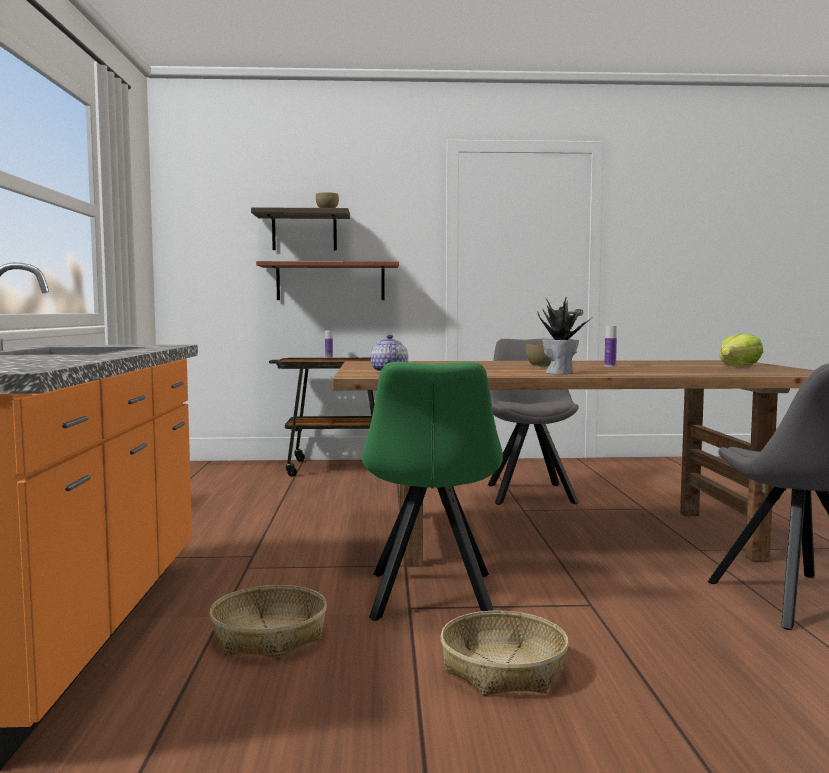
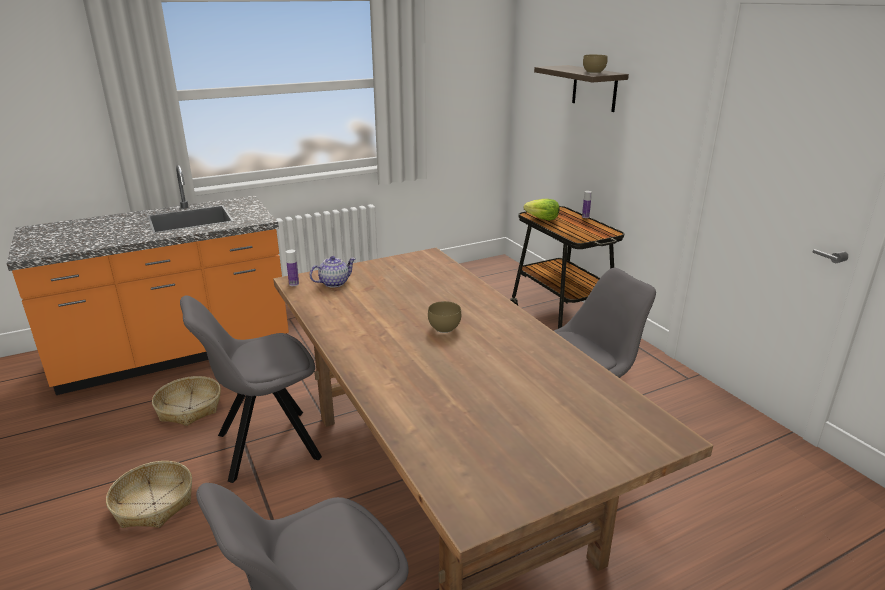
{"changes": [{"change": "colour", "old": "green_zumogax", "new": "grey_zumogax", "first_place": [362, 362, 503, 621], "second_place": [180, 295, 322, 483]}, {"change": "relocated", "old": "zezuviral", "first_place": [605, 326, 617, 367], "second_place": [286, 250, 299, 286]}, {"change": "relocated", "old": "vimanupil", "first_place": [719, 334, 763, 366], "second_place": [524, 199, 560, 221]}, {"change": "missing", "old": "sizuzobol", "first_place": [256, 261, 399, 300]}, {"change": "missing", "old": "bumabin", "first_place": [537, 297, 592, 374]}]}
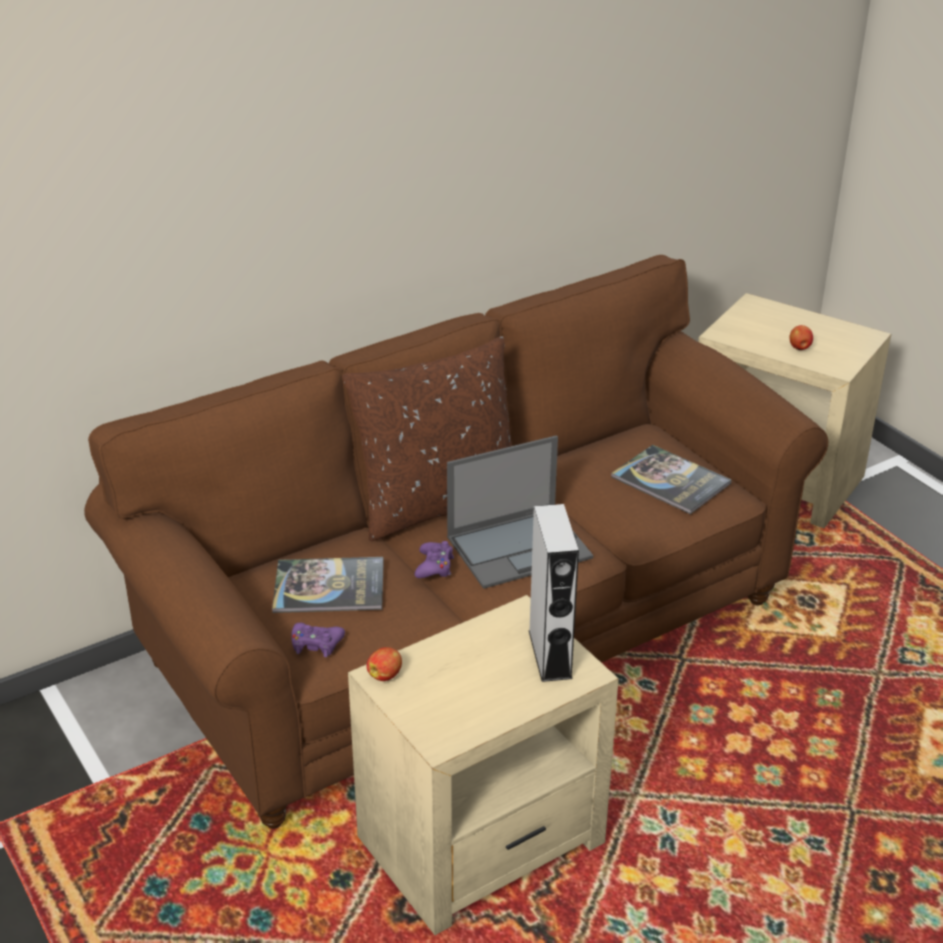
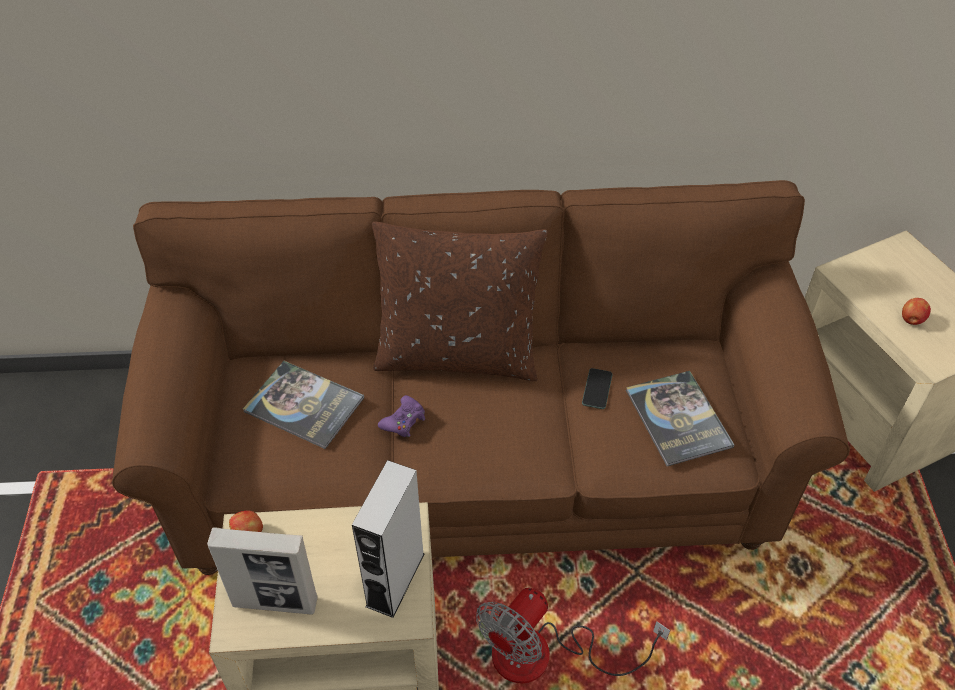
{"changes": [{"change": "appeared", "new": "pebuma", "second_place": [207, 527, 318, 615]}, {"change": "appeared", "new": "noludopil", "second_place": [476, 588, 670, 683]}, {"change": "appeared", "new": "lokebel", "second_place": [582, 368, 613, 409]}, {"change": "missing", "old": "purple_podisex", "first_place": [291, 623, 345, 657]}, {"change": "missing", "old": "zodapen", "first_place": [447, 435, 593, 589]}]}
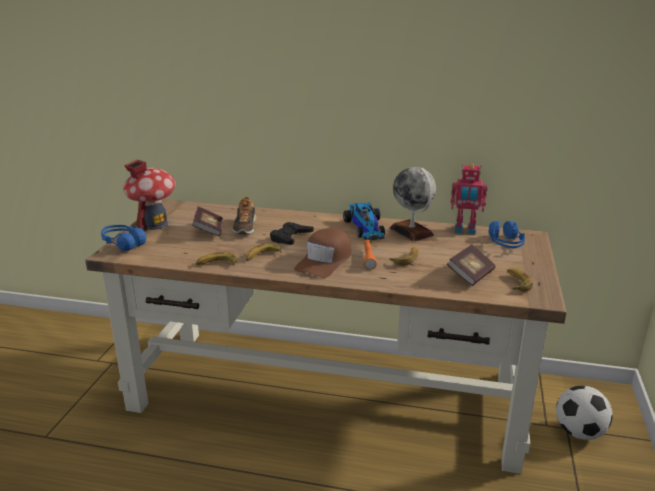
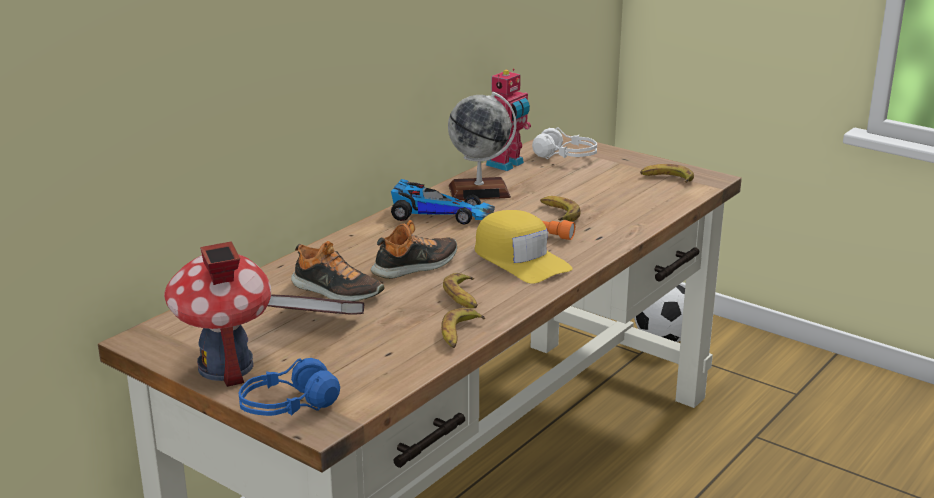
{"changes": [{"change": "exchanged", "old": "black_podisex", "new": "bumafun", "first_place": [270, 222, 314, 245], "second_place": [371, 220, 457, 279]}, {"change": "colour", "old": "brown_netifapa", "new": "yellow_netifapa", "first_place": [294, 228, 351, 278], "second_place": [475, 210, 573, 284]}, {"change": "colour", "old": "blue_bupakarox", "new": "white_bupakarox", "first_place": [488, 221, 525, 248], "second_place": [532, 127, 597, 159]}, {"change": "missing", "old": "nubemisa", "first_place": [447, 245, 496, 286]}]}
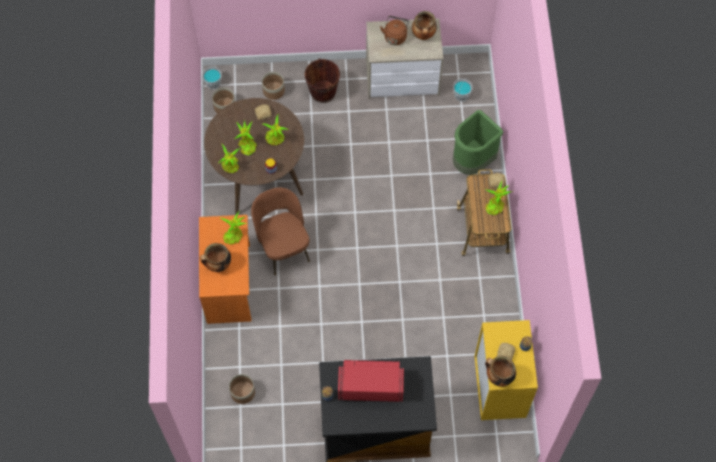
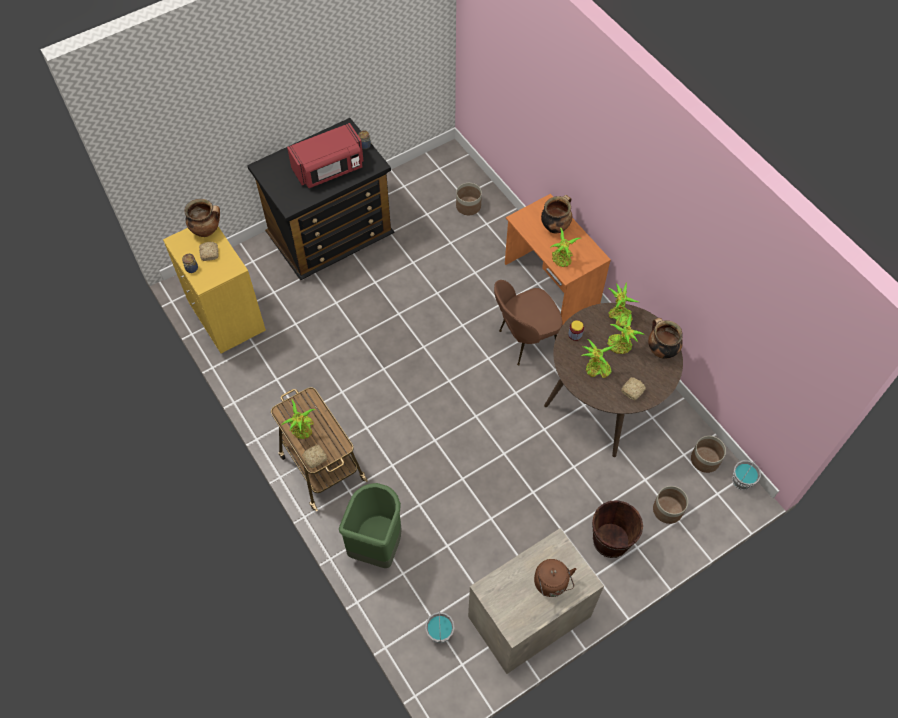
{"changes": [{"change": "spun", "old": "brown_zumogax", "first_place": [251, 187, 310, 275], "second_place": [494, 280, 563, 365], "degrees": 120}, {"change": "relocated", "old": "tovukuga", "first_place": [412, 11, 437, 40], "second_place": [648, 318, 683, 359]}]}
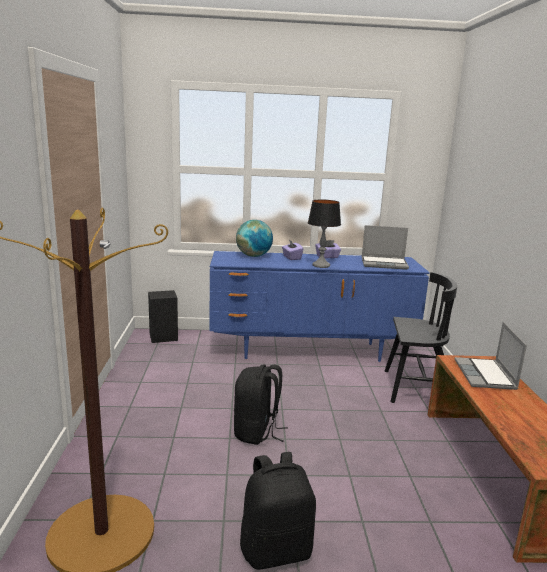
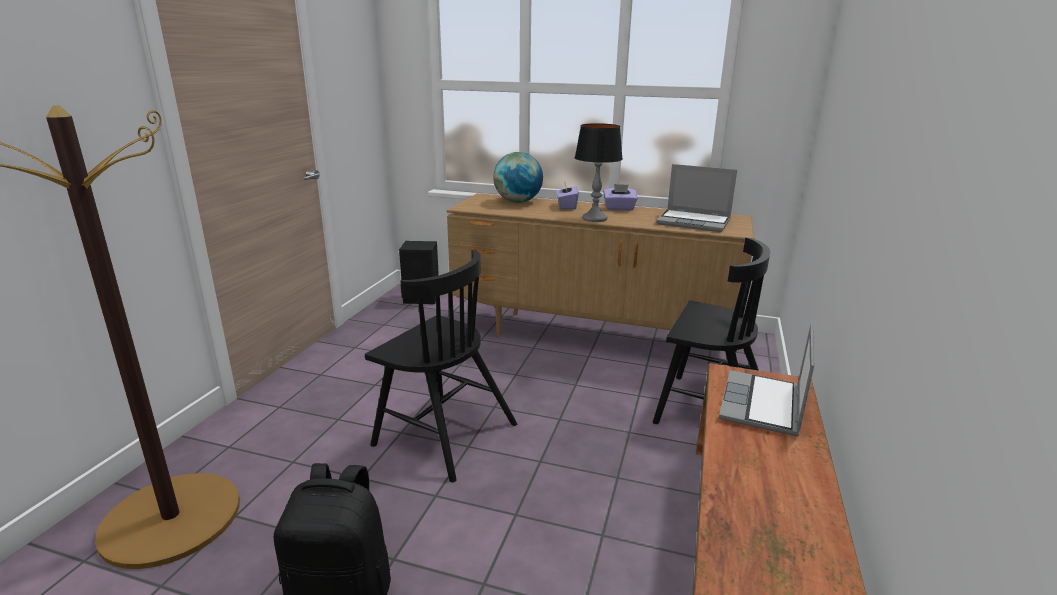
{"changes": [{"change": "exchanged", "old": "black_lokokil", "new": "black_zumogax", "first_place": [234, 365, 288, 445], "second_place": [365, 249, 517, 483]}, {"change": "colour", "old": "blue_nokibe", "new": "brown_nokibe", "first_place": [210, 251, 430, 362], "second_place": [447, 193, 754, 336]}]}
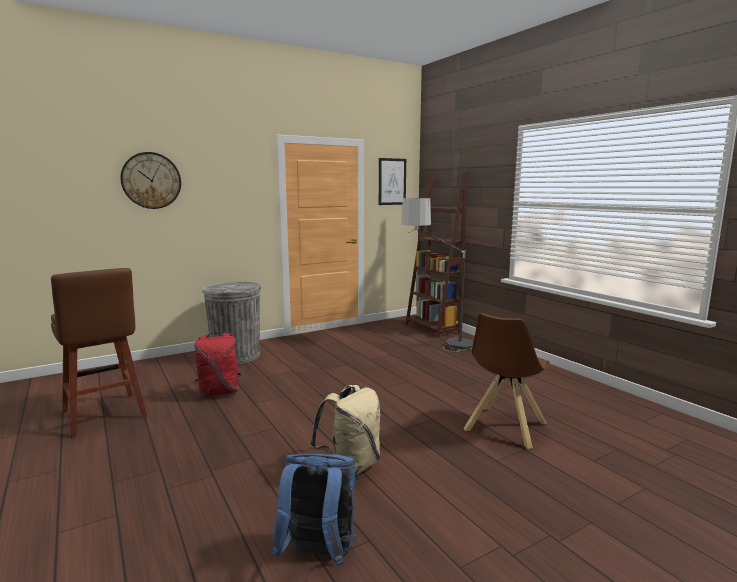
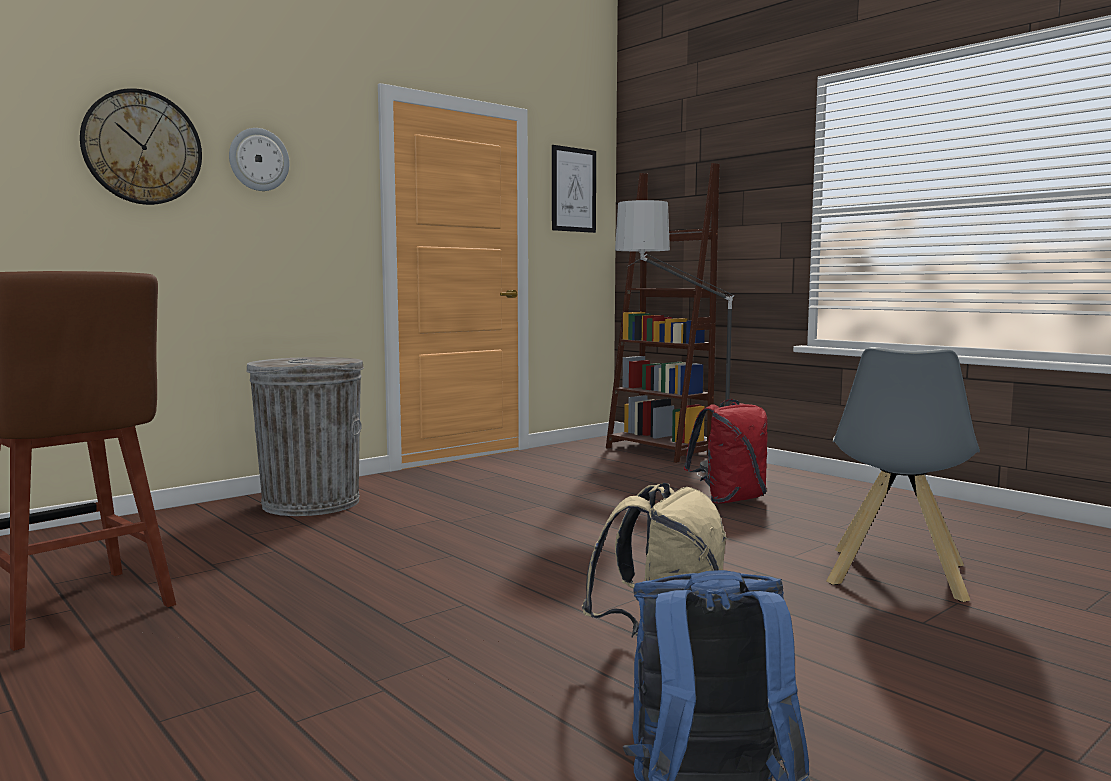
{"changes": [{"change": "appeared", "new": "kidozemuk", "second_place": [229, 128, 289, 191]}, {"change": "relocated", "old": "red_lokokil", "first_place": [194, 332, 241, 397], "second_place": [684, 399, 768, 504]}, {"change": "colour", "old": "brown_zumogax", "new": "grey_zumogax", "first_place": [463, 313, 550, 449], "second_place": [827, 347, 980, 602]}]}
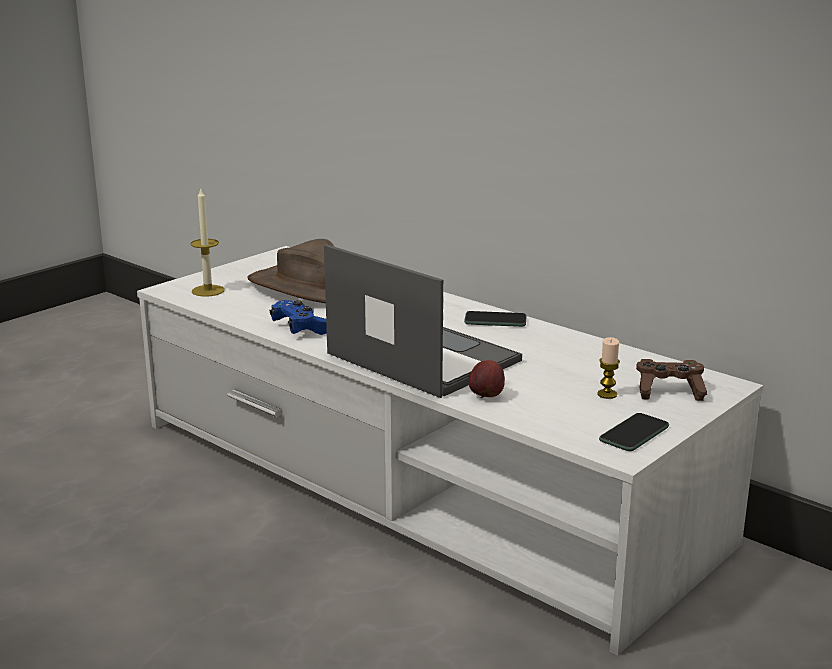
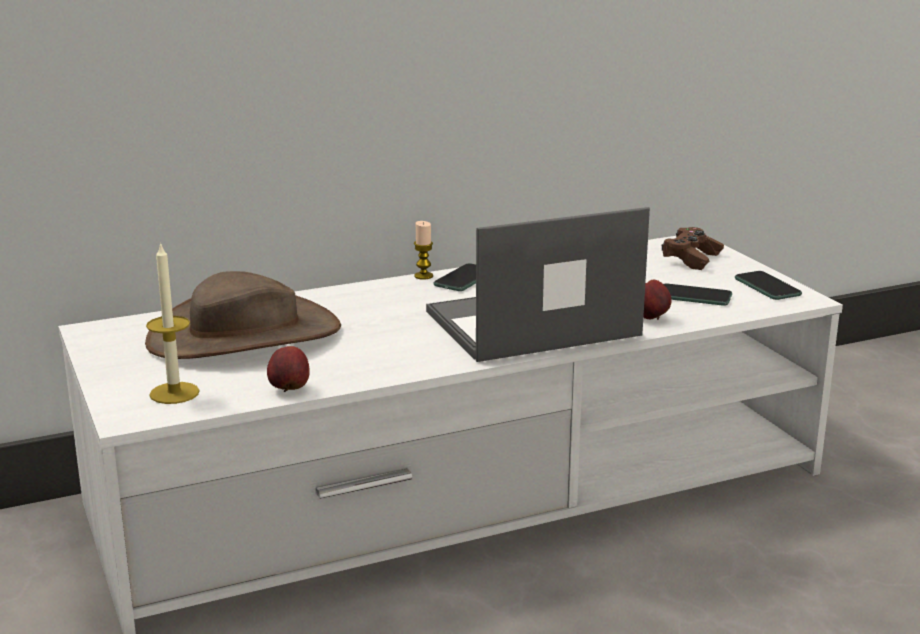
{"changes": [{"change": "appeared", "new": "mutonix", "second_place": [267, 346, 310, 392]}, {"change": "relocated", "old": "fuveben", "first_place": [597, 337, 620, 399], "second_place": [414, 221, 433, 280]}, {"change": "appeared", "new": "lokebel", "second_place": [664, 284, 732, 306]}, {"change": "missing", "old": "blue_podisex", "first_place": [269, 300, 327, 335]}]}
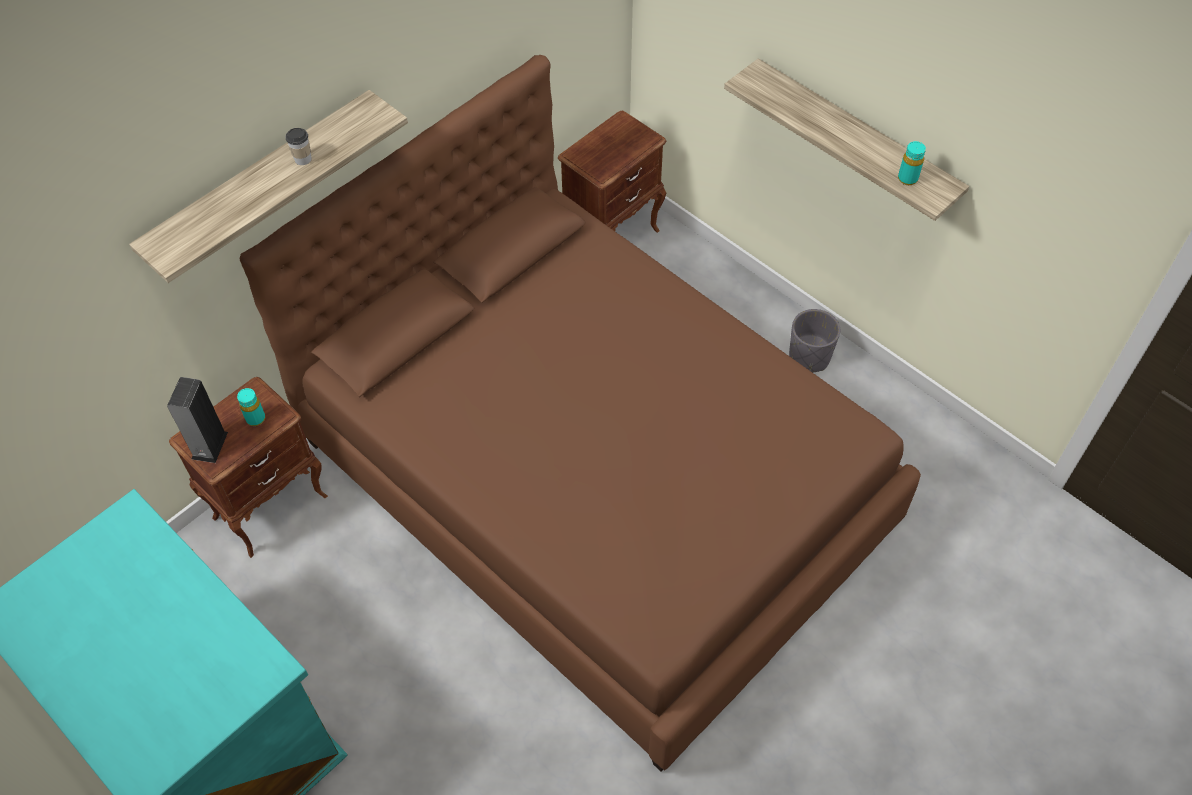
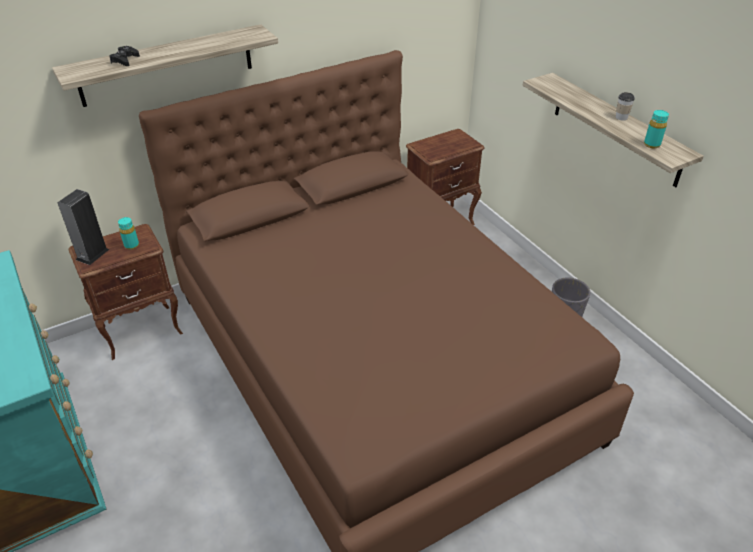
{"changes": [{"change": "appeared", "new": "black_podisex", "second_place": [109, 46, 140, 66]}, {"change": "relocated", "old": "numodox", "first_place": [285, 128, 312, 165], "second_place": [616, 92, 635, 121]}]}
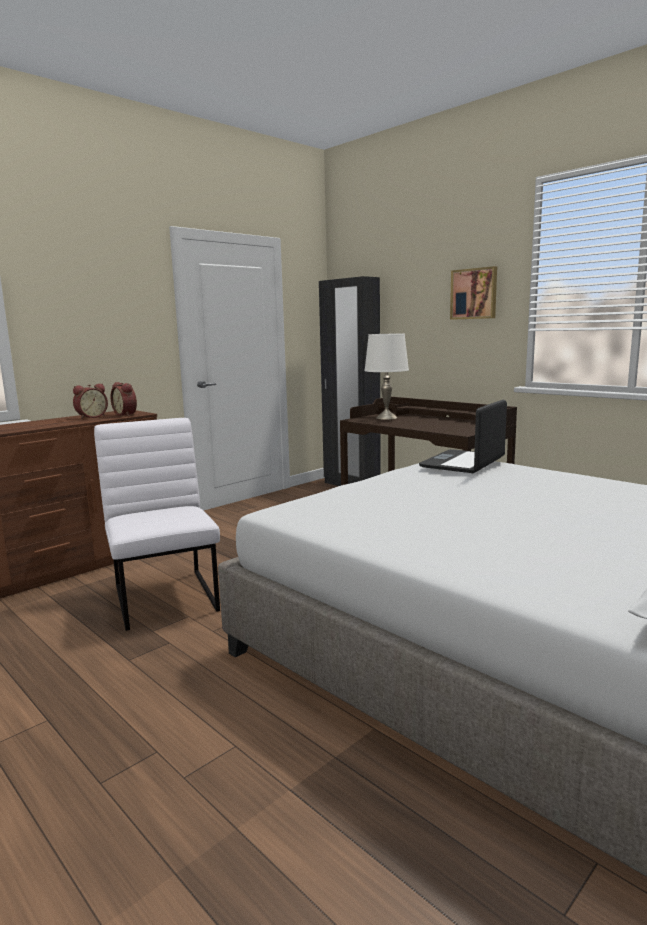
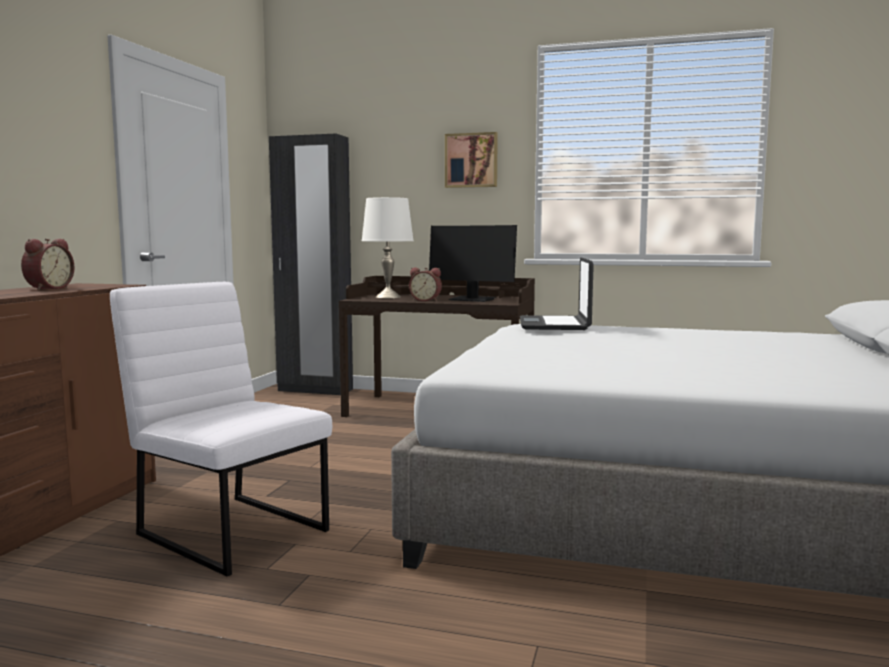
{"changes": [{"change": "relocated", "old": "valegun", "first_place": [111, 382, 137, 416], "second_place": [409, 267, 442, 301]}, {"change": "appeared", "new": "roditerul", "second_place": [429, 225, 517, 302]}]}
